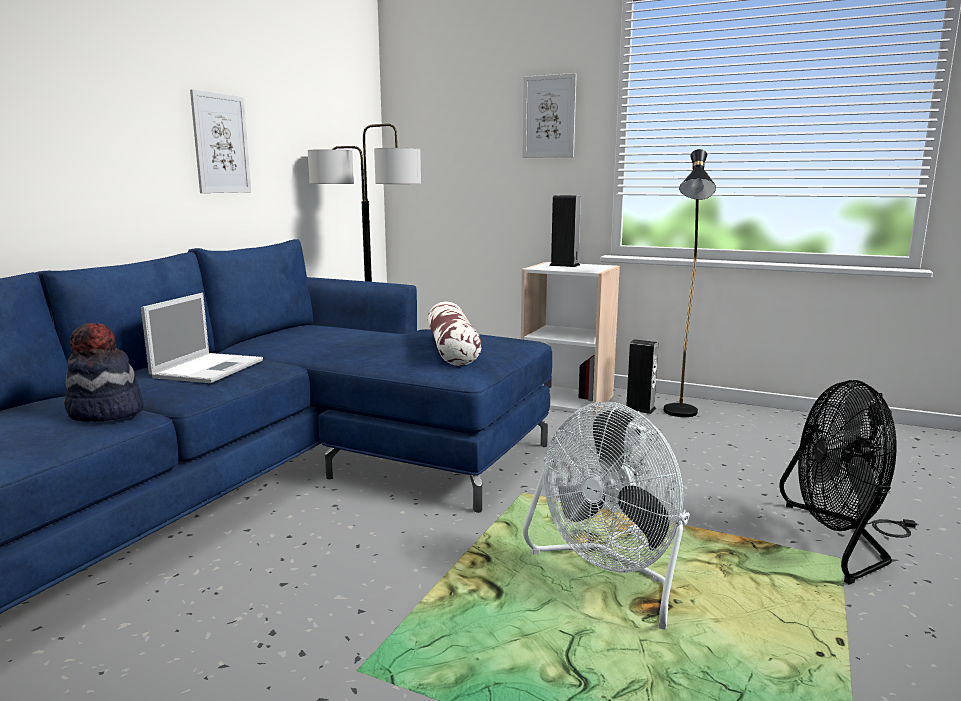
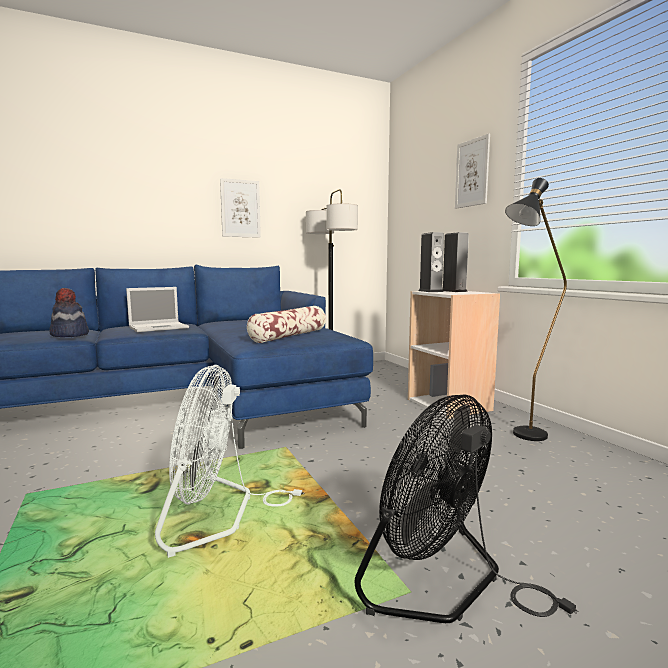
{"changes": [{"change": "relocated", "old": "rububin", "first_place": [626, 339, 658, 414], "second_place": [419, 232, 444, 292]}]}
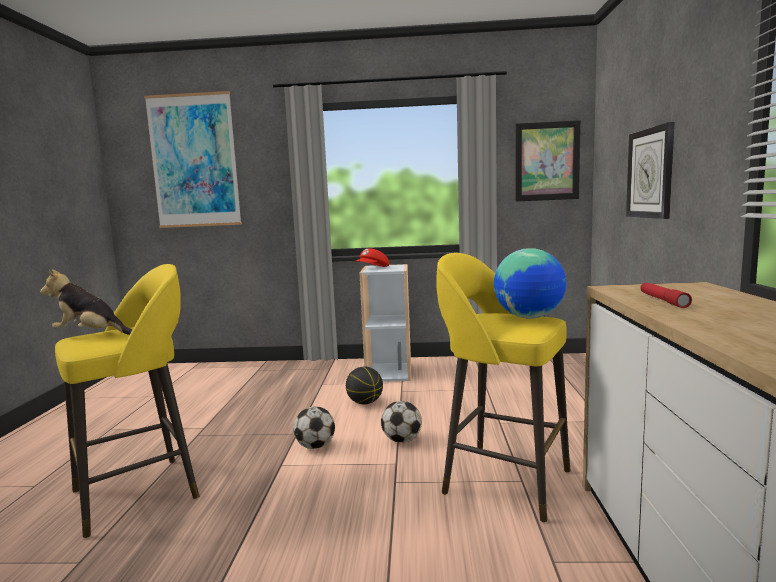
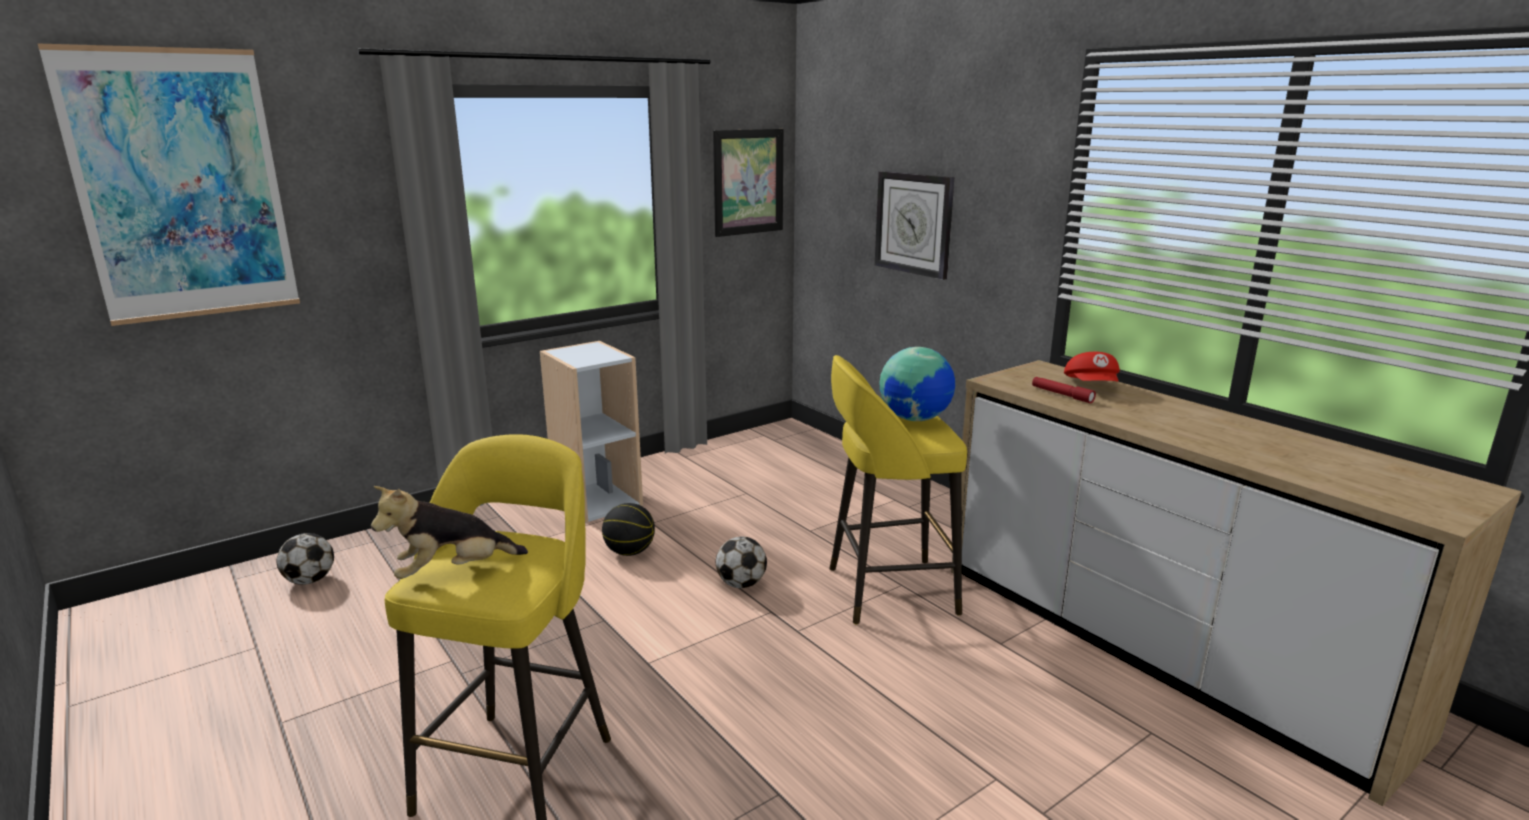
{"changes": [{"change": "relocated", "old": "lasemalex", "first_place": [293, 406, 335, 449], "second_place": [276, 533, 334, 585]}, {"change": "relocated", "old": "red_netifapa", "first_place": [355, 248, 389, 267], "second_place": [1064, 352, 1120, 381]}]}
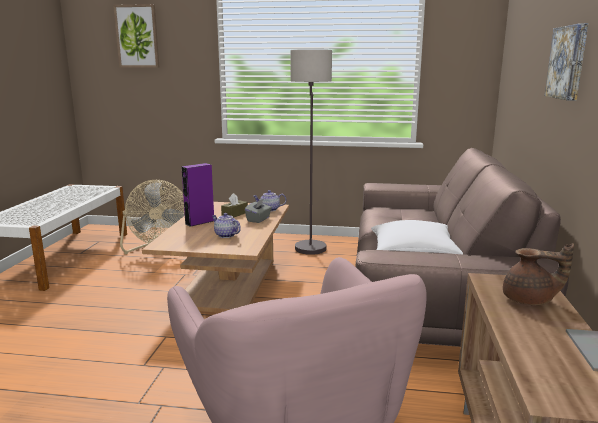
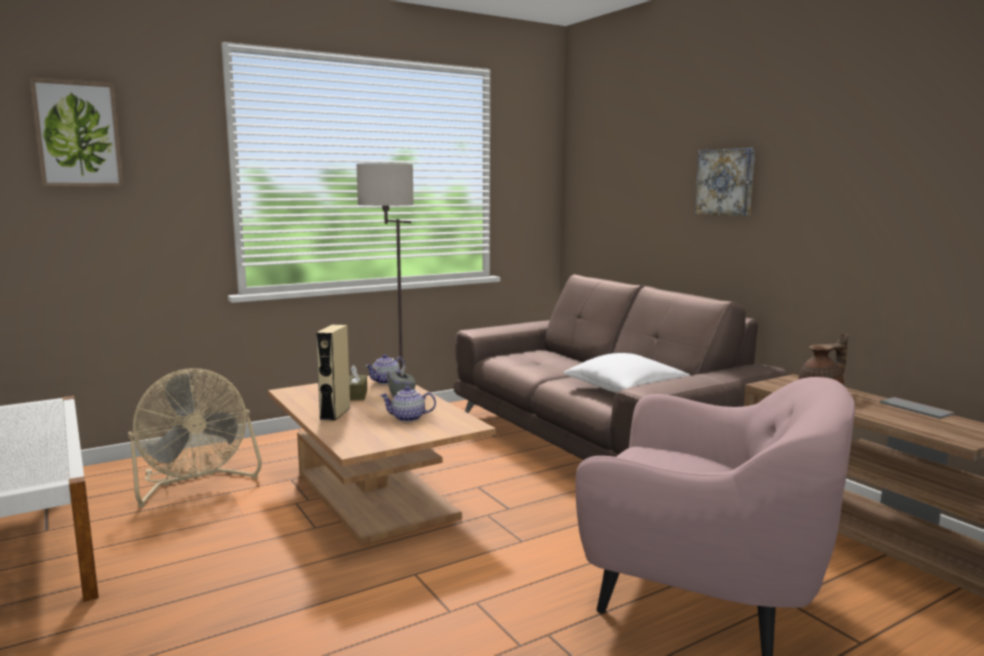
{"changes": [{"change": "colour", "old": "purple_rububin", "new": "beige_rububin", "first_place": [181, 163, 214, 227], "second_place": [316, 325, 351, 421]}]}
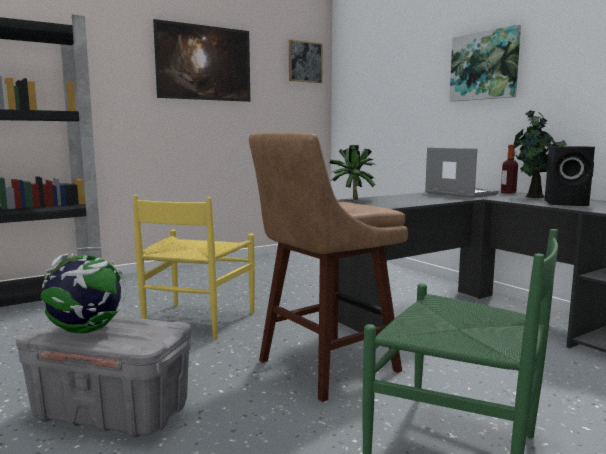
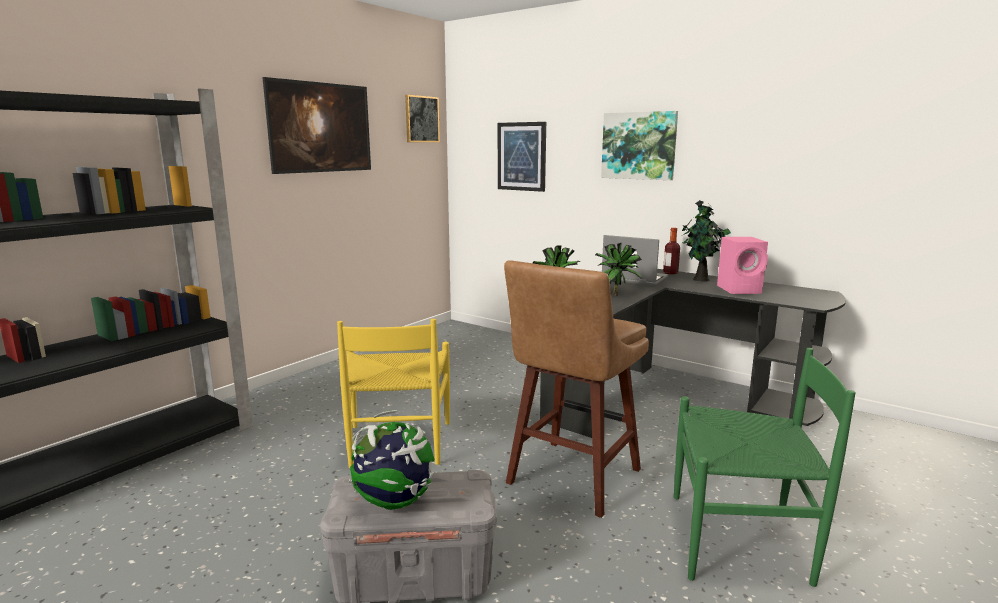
{"changes": [{"change": "appeared", "new": "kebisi", "second_place": [498, 122, 546, 192]}, {"change": "appeared", "new": "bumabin", "second_place": [595, 243, 643, 296]}, {"change": "colour", "old": "black_rububin", "new": "pink_rububin", "first_place": [545, 146, 595, 206], "second_place": [717, 237, 768, 294]}]}
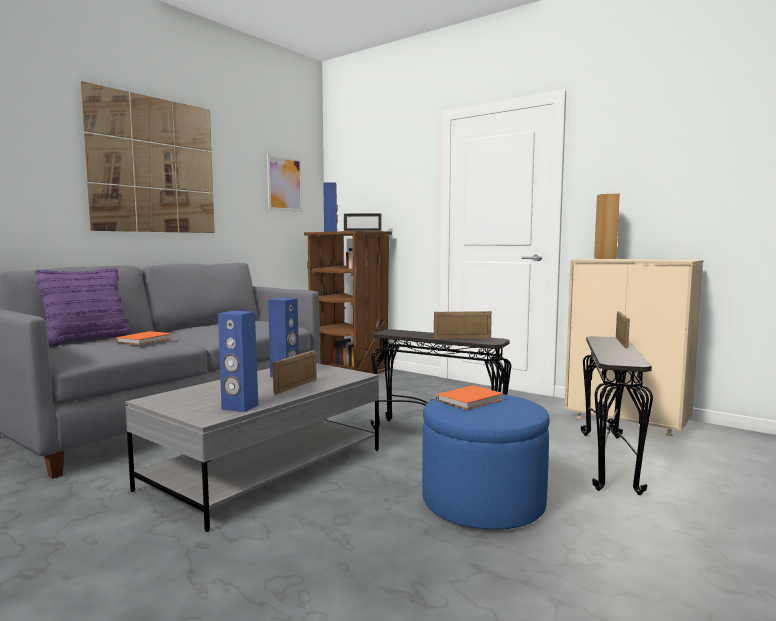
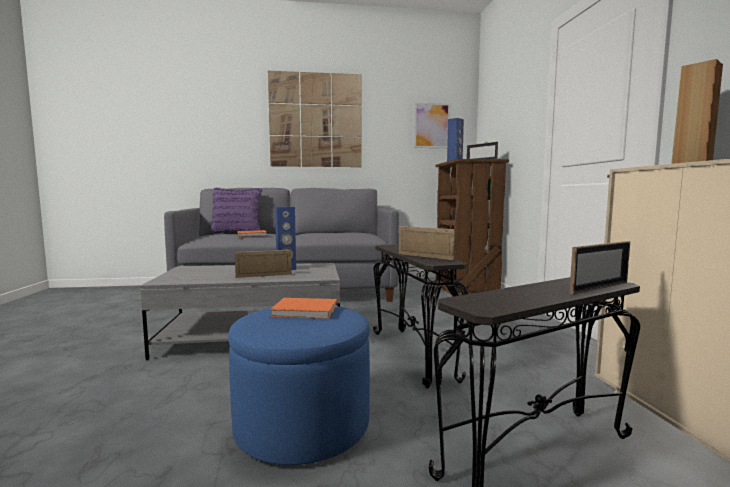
{"changes": [{"change": "missing", "old": "blue_rububin", "first_place": [218, 311, 258, 412]}]}
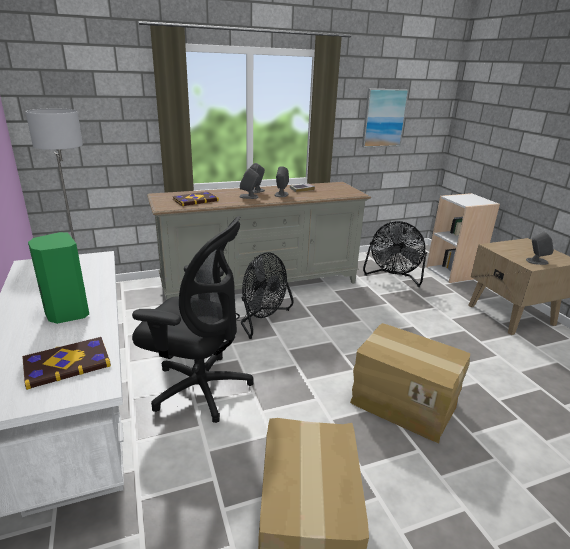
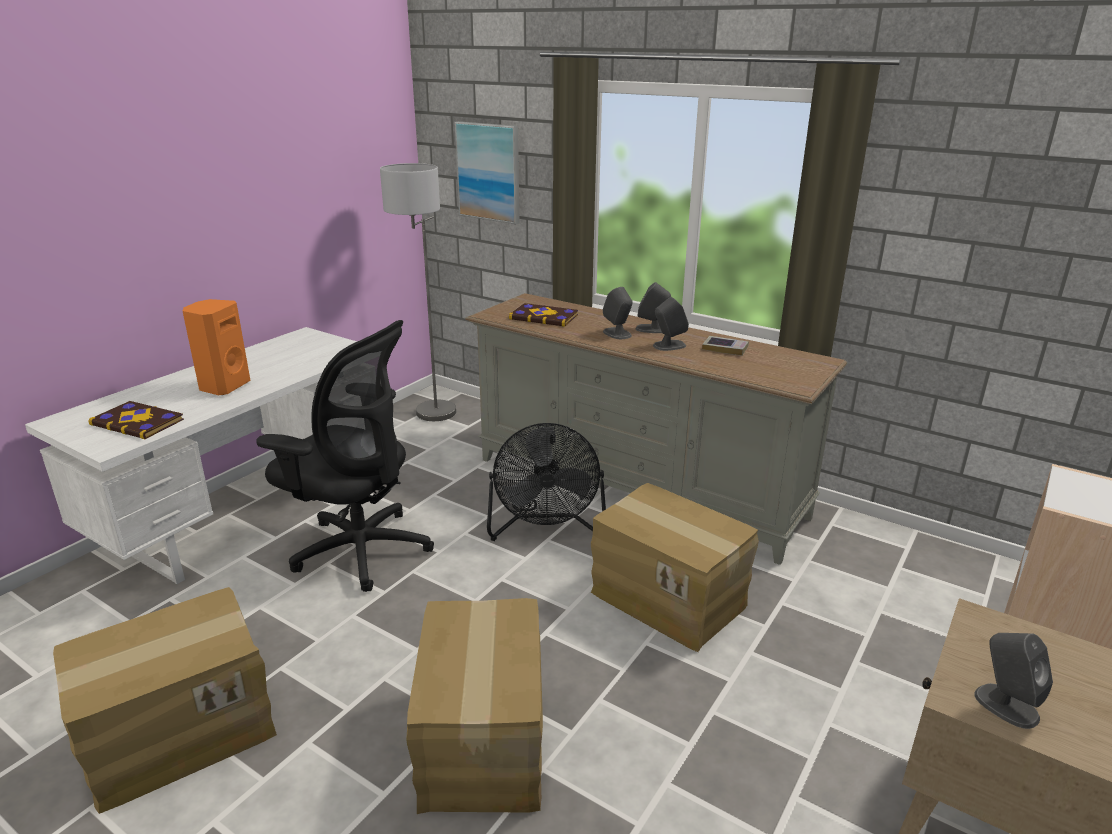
{"changes": [{"change": "colour", "old": "green_rububin", "new": "orange_rububin", "first_place": [28, 232, 89, 324], "second_place": [183, 299, 251, 395]}, {"change": "spun", "old": "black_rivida", "first_place": [132, 216, 253, 423], "second_place": [256, 320, 434, 592], "degrees": -45}, {"change": "relocated", "old": "kebisi", "first_place": [362, 89, 409, 147], "second_place": [454, 121, 520, 224]}, {"change": "appeared", "new": "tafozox", "second_place": [591, 483, 759, 652]}, {"change": "missing", "old": "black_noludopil", "first_place": [363, 221, 427, 287]}]}
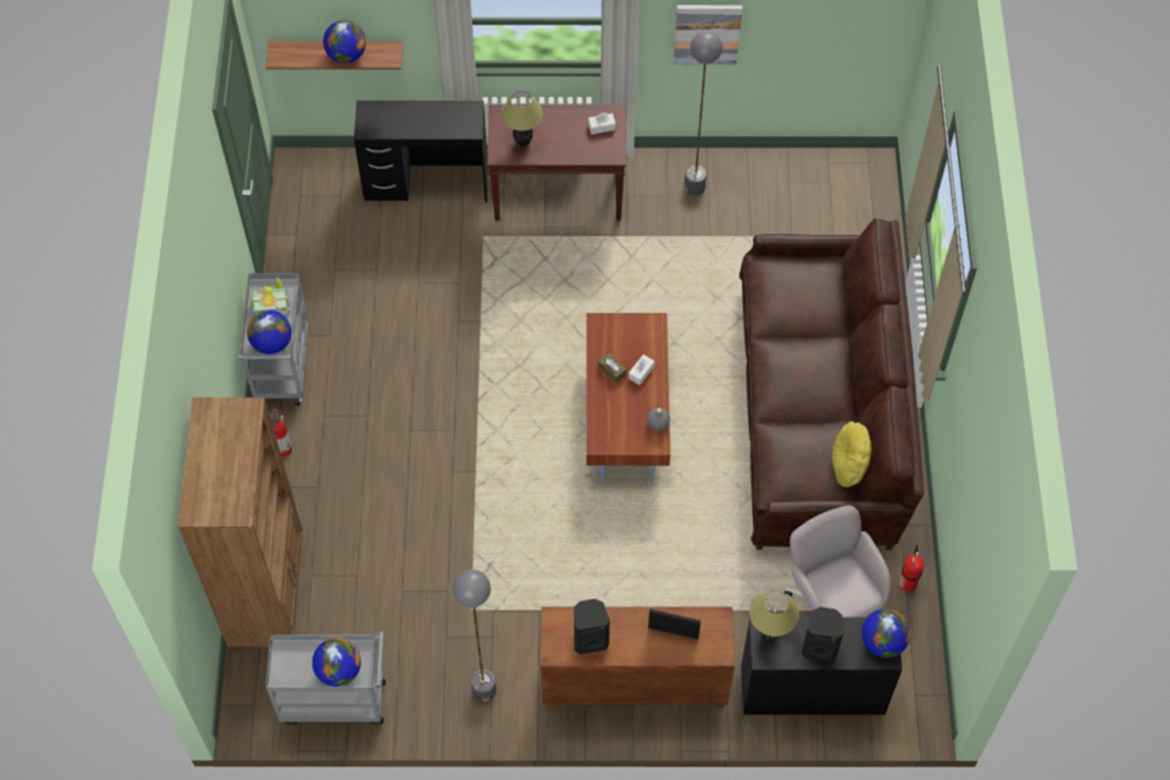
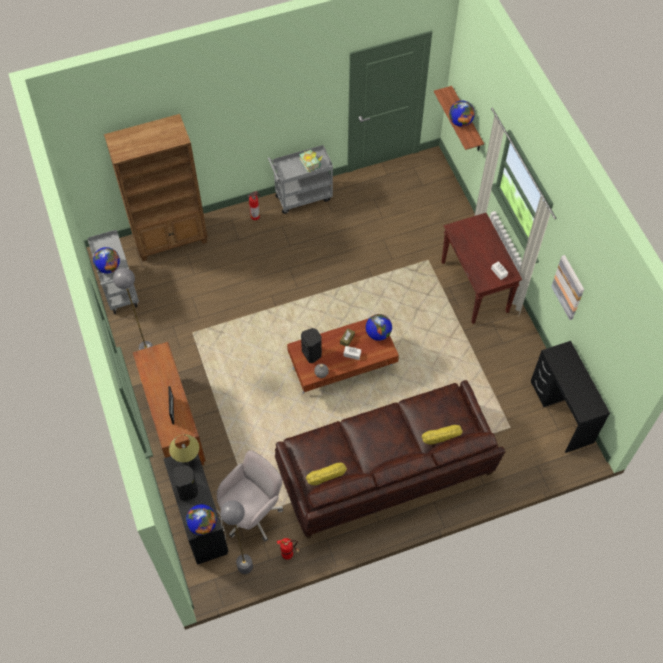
{"changes": [{"change": "relocated", "old": "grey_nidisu", "first_place": [684, 31, 723, 195], "second_place": [220, 500, 253, 574]}, {"change": "relocated", "old": "black_rububin", "first_place": [574, 599, 610, 654], "second_place": [301, 328, 322, 363]}, {"change": "relocated", "old": "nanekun", "first_place": [247, 310, 292, 354], "second_place": [366, 314, 392, 341]}, {"change": "appeared", "new": "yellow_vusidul", "second_place": [422, 425, 463, 445]}, {"change": "relocated", "old": "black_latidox", "first_place": [354, 100, 488, 203], "second_place": [531, 341, 610, 453]}, {"change": "missing", "old": "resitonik", "first_place": [501, 91, 543, 146]}]}
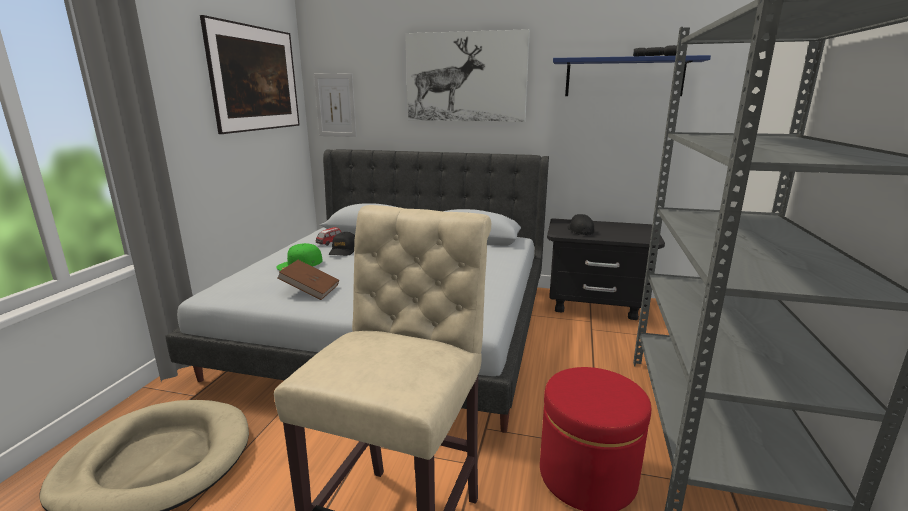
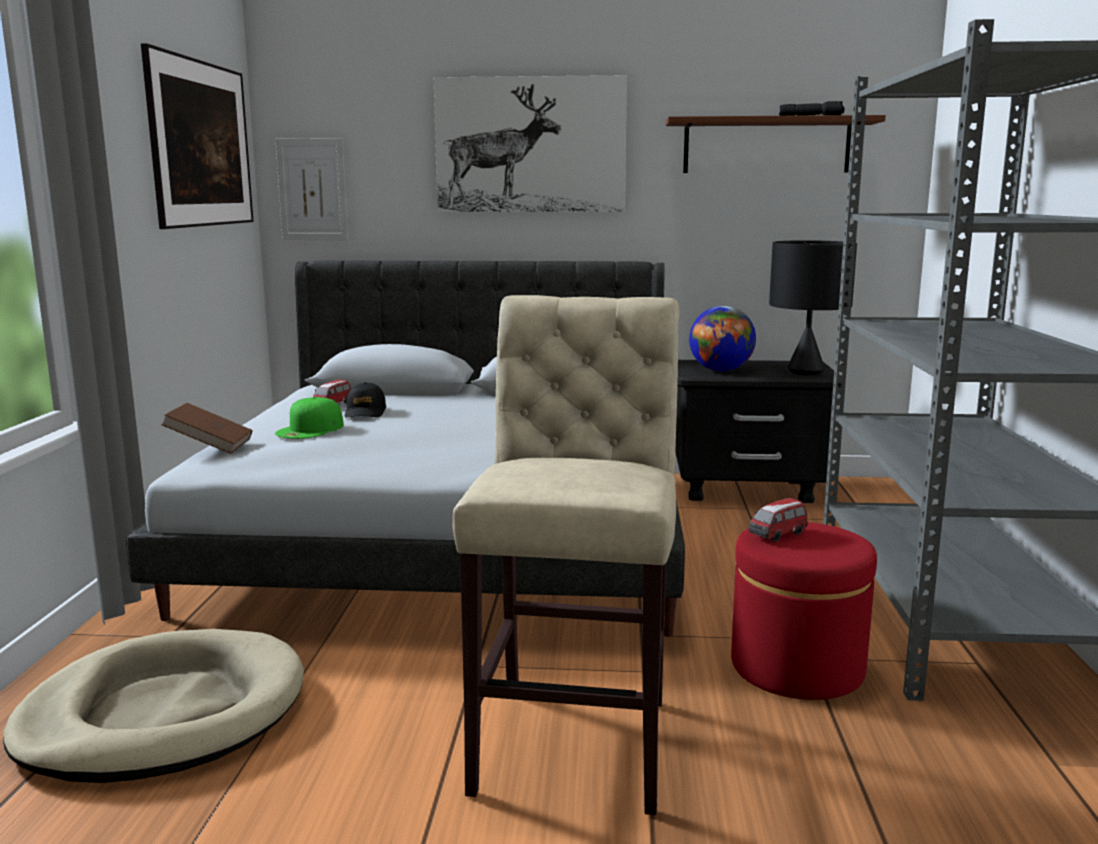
{"changes": [{"change": "relocated", "old": "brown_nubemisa", "first_place": [277, 260, 339, 300], "second_place": [161, 403, 253, 454]}, {"change": "colour", "old": "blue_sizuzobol", "new": "brown_sizuzobol", "first_place": [553, 55, 711, 96], "second_place": [666, 115, 886, 173]}, {"change": "exchanged", "old": "black_netifapa", "new": "nanekun", "first_place": [567, 214, 594, 235], "second_place": [689, 306, 756, 372]}, {"change": "appeared", "new": "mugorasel", "second_place": [749, 498, 807, 542]}, {"change": "appeared", "new": "black_resitonik", "second_place": [769, 240, 857, 375]}]}
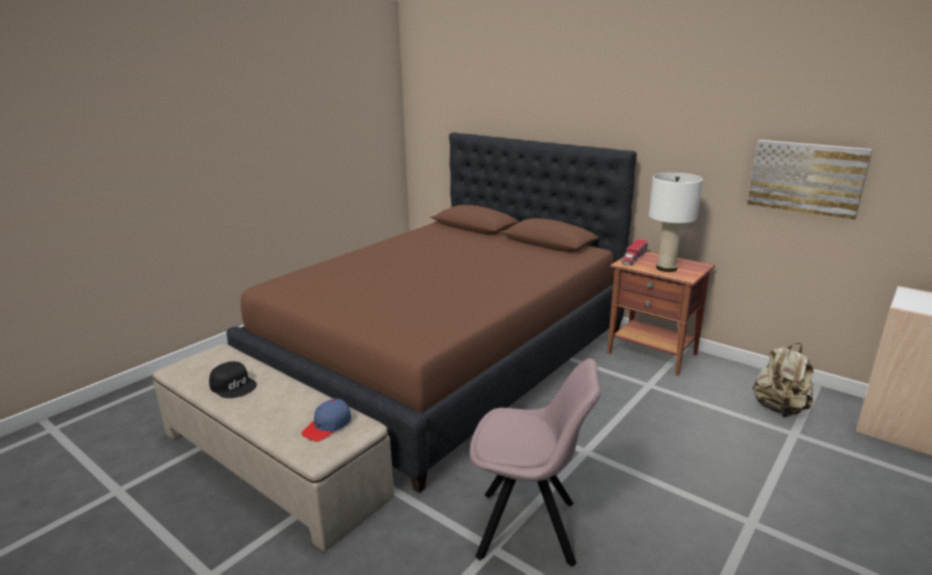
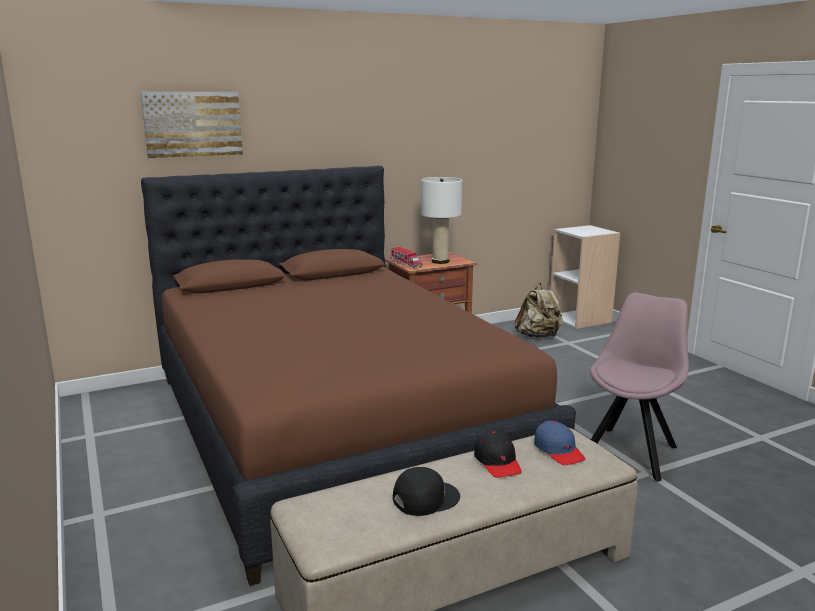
{"changes": [{"change": "relocated", "old": "kebisi", "first_place": [747, 140, 872, 220], "second_place": [141, 92, 243, 158]}, {"change": "appeared", "new": "black_netifapa", "second_place": [474, 431, 522, 478]}]}
